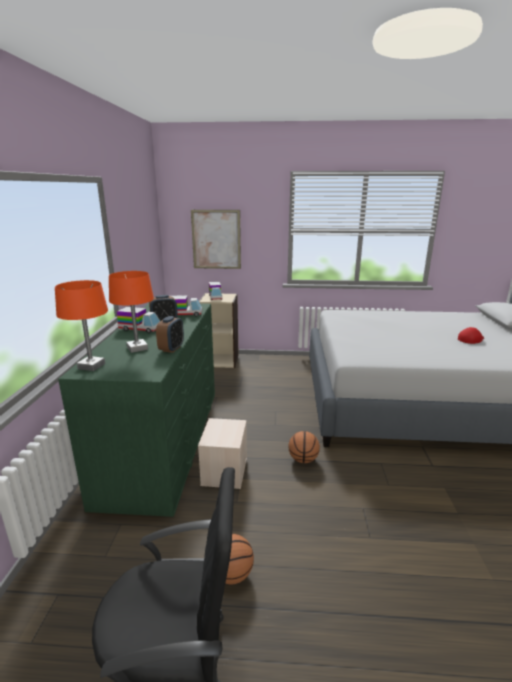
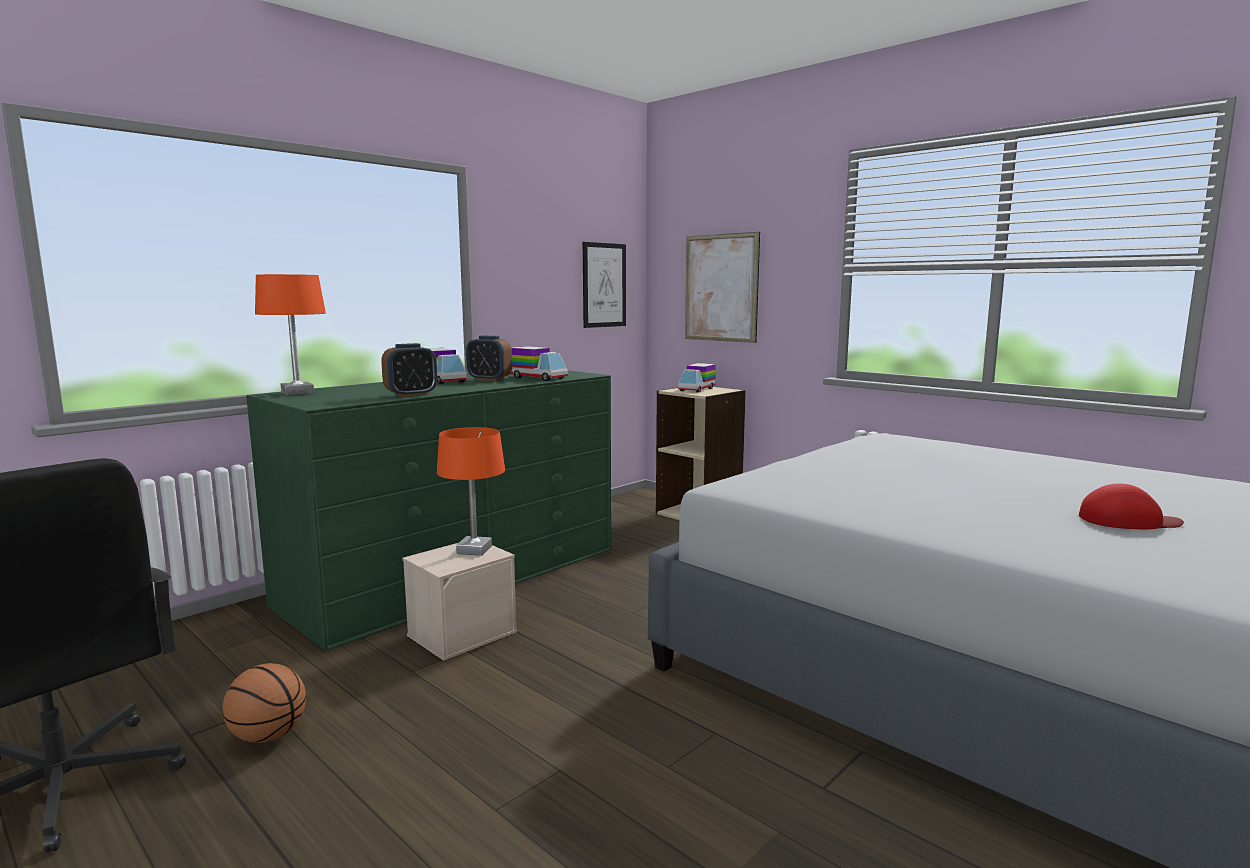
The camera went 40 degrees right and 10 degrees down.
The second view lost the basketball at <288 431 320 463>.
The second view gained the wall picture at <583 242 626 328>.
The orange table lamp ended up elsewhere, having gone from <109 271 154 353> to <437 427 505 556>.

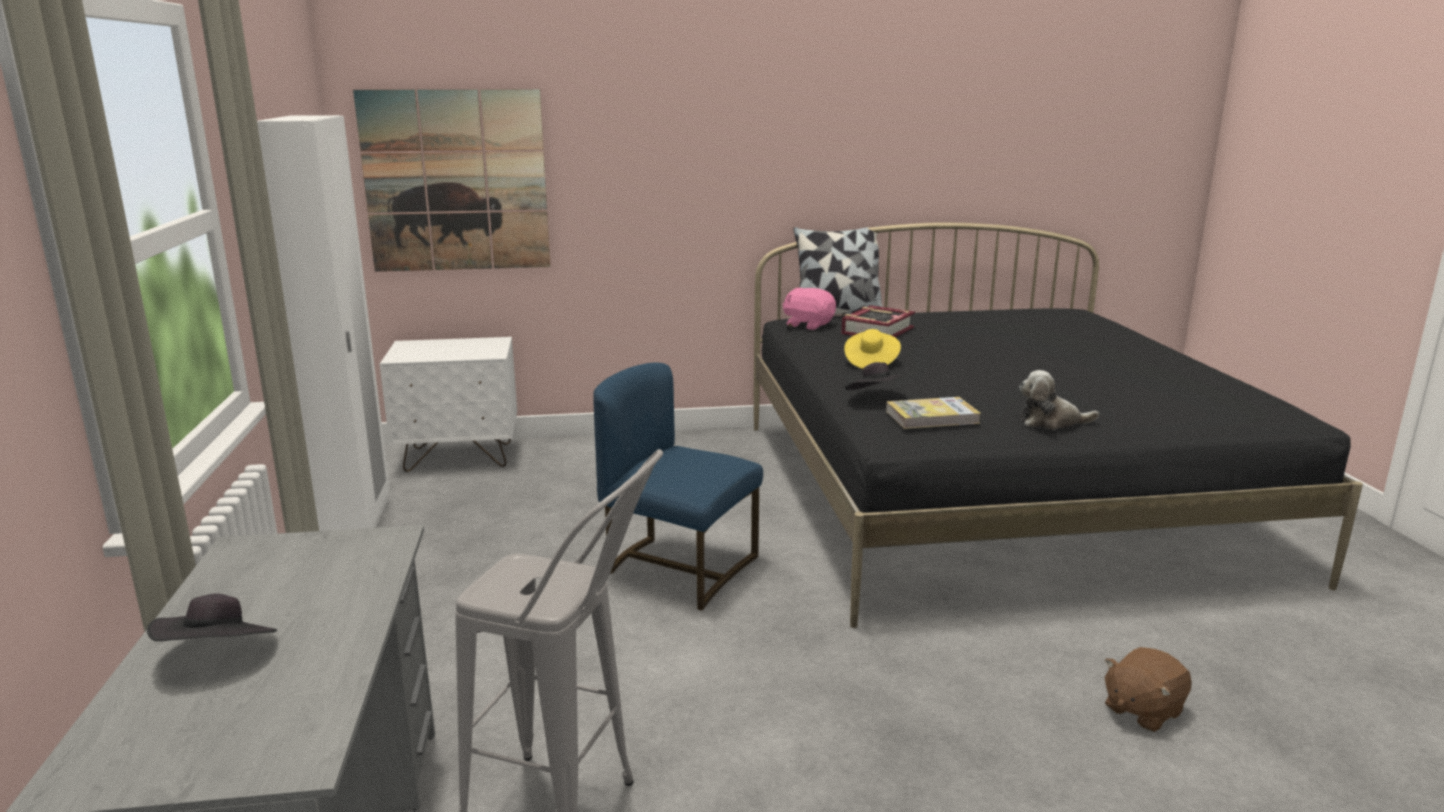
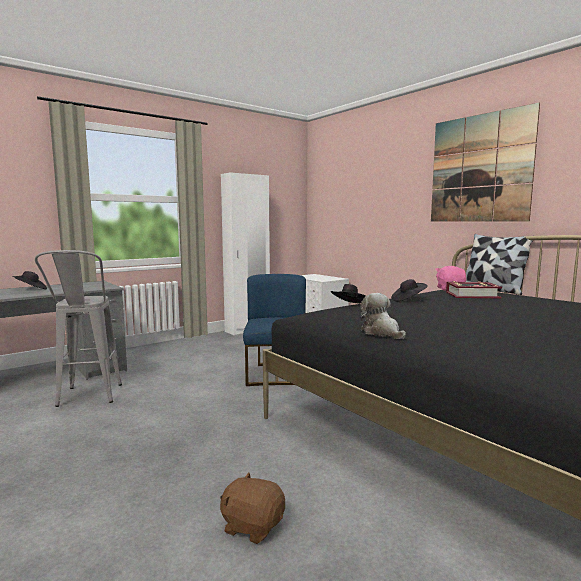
The camera went 60 degrees right and 10 degrees down.
The second view lost the book at <886 397 981 429>.
The wall picture ended up elsewhere, having gone from <353 89 551 272> to <431 102 540 222>.
What was the yellow hat at <844 329 901 369> turned into the blackish hat at <391 279 428 301>.

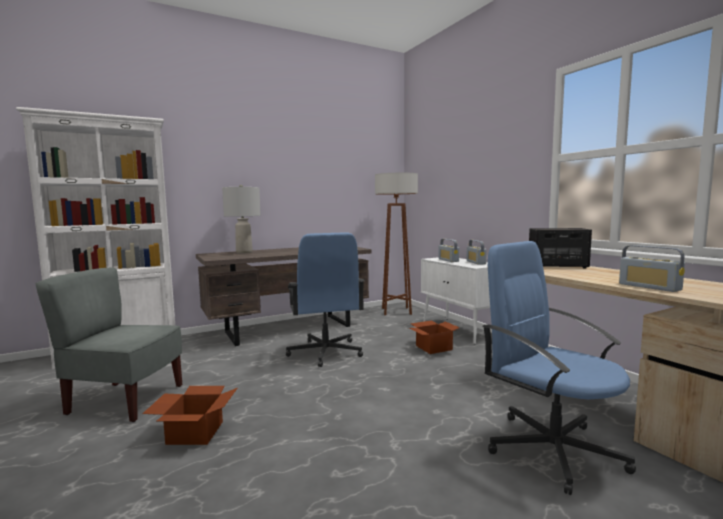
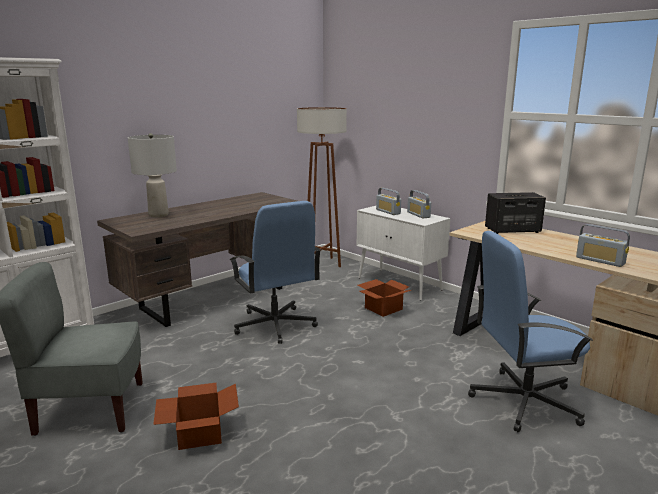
The camera went 15 degrees left and 10 degrees up.
The bluish office chair at <482 241 636 495> ended up facing another way, 45 degrees counterclockwise from before.

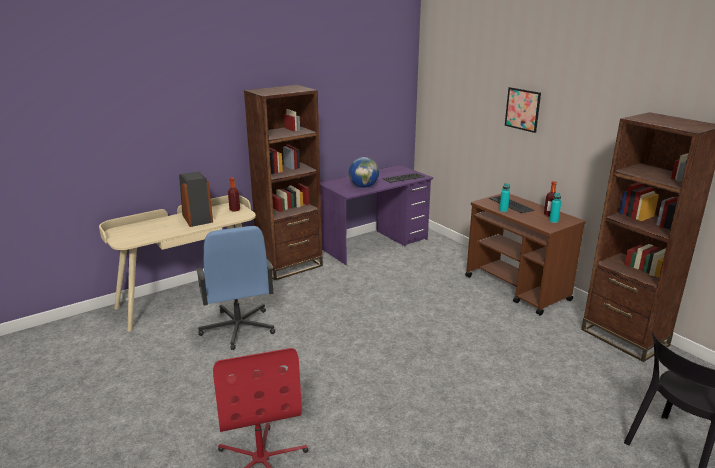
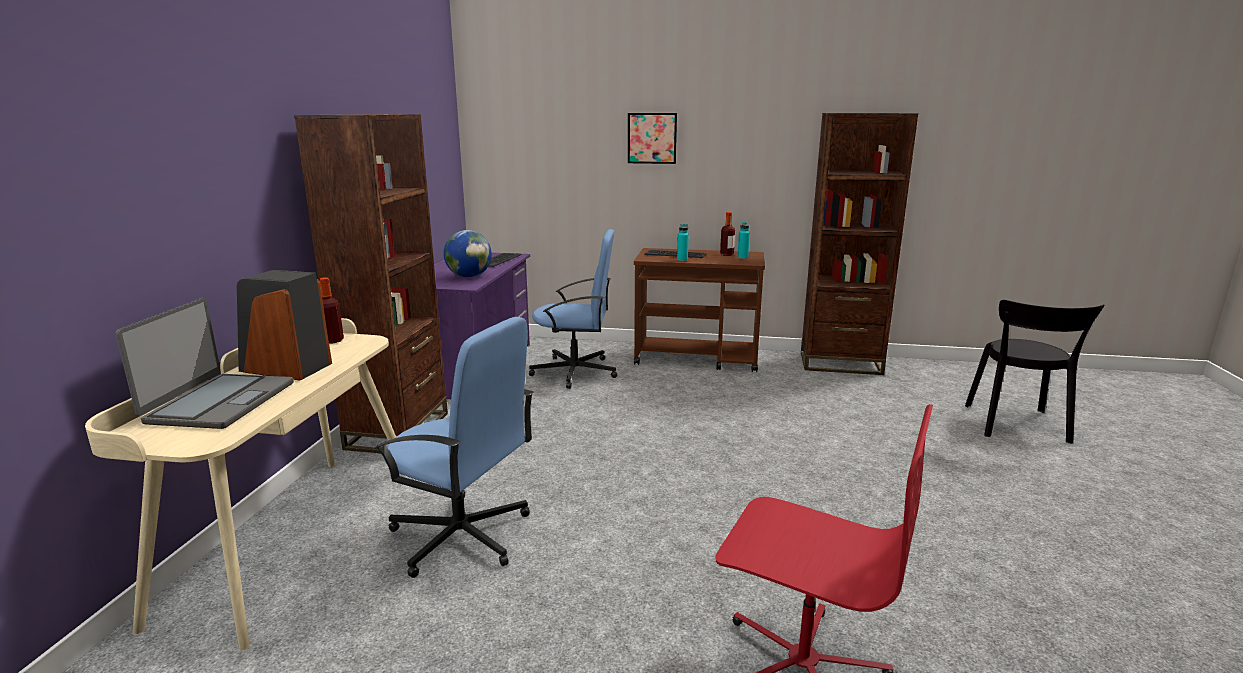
The camera went 45 degrees left and 5 degrees down.
The second view gained the portable computer at <116 298 294 429>.
The second view gained the bluish office chair at <529 229 617 389>.

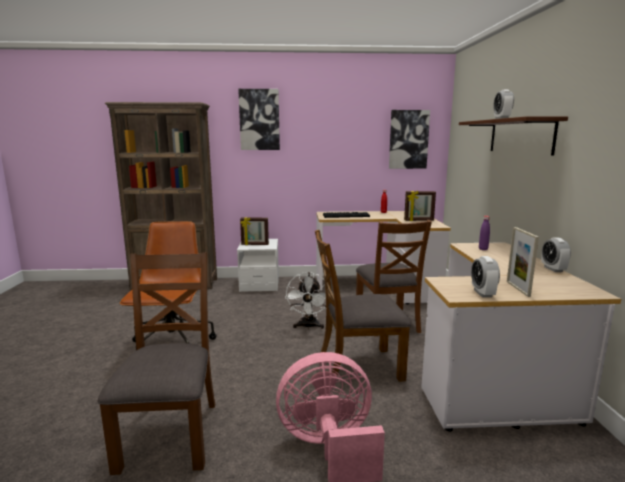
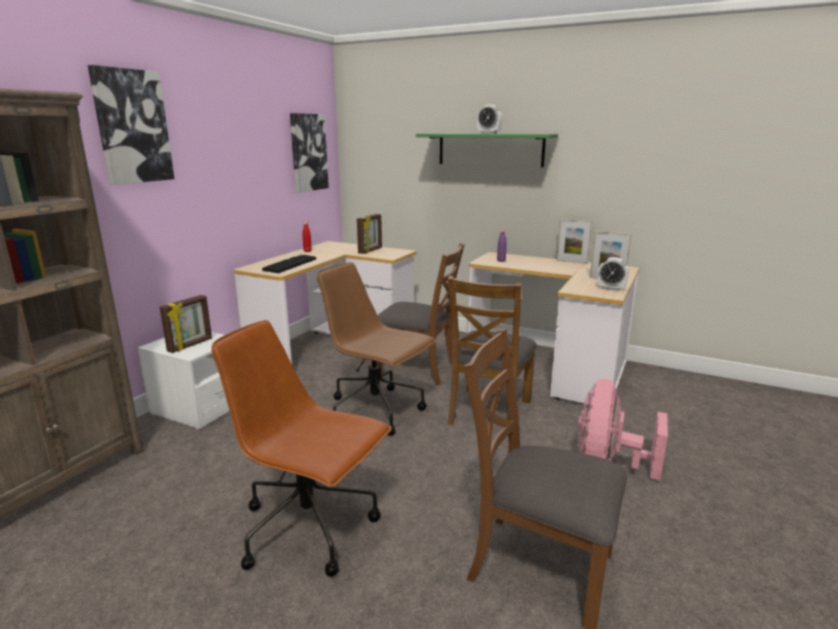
The camera went 60 degrees left and 5 degrees up.
Where the white-coloured fan stood at <285 272 326 329>, the brownish office chair came to stand at <317 262 436 436>.
Where the alarm clock stood at <542 237 571 272>, the picture frame came to stand at <556 219 592 264>.
What was the brownish shelf at <459 116 568 156> turned into the green-coloured shelf at <416 133 558 167>.

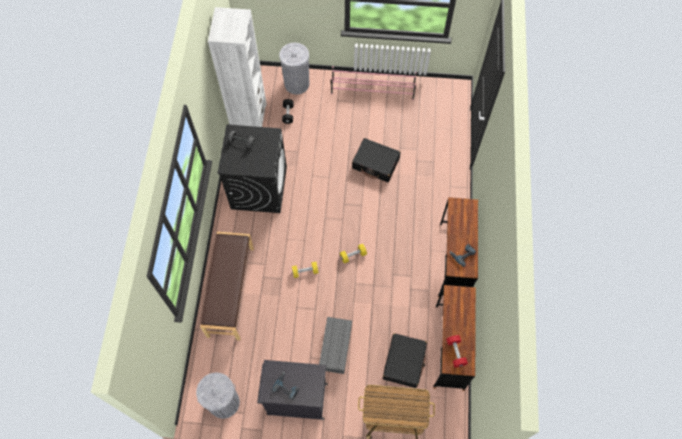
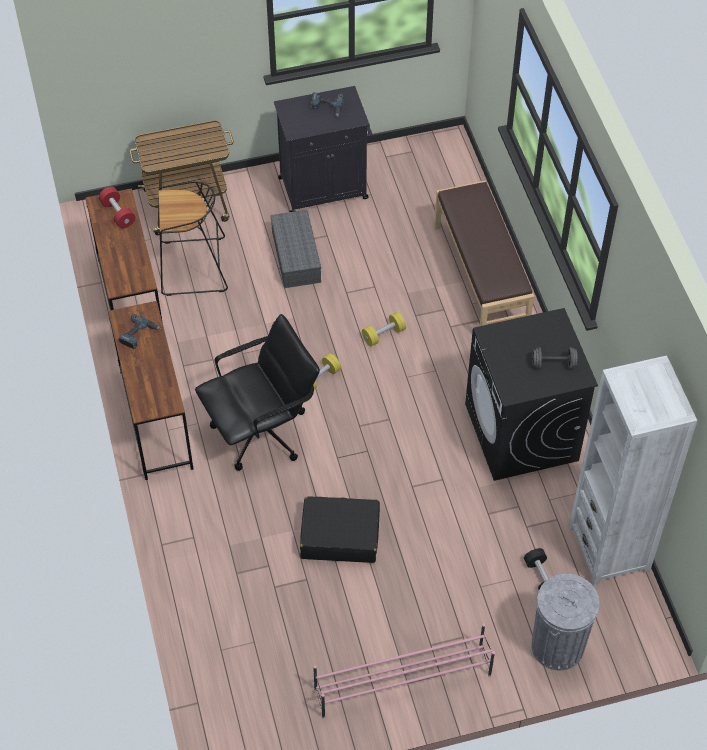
The camera went 160 degrees right and 10 degrees down.
The second view lost the grey trash can at <196 373 240 419>.
The second view gained the blackish office chair at <195 314 320 471>.
Where the blackish travel case stood at <383 333 427 388>, the blackish sitting stool came to stand at <159 181 228 296>.

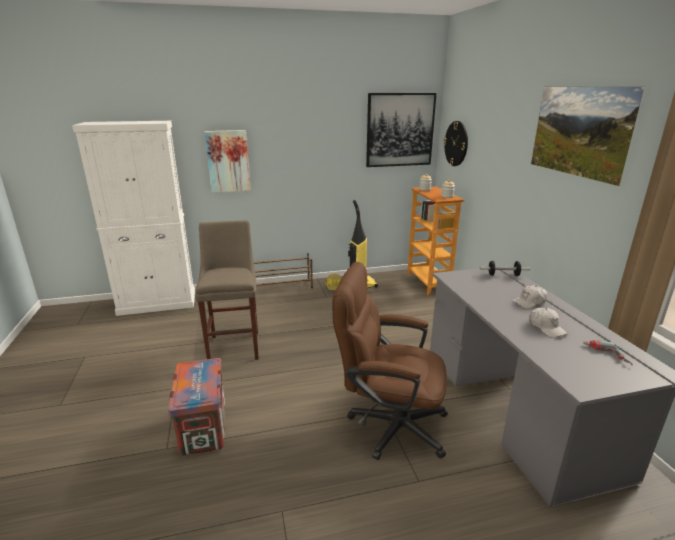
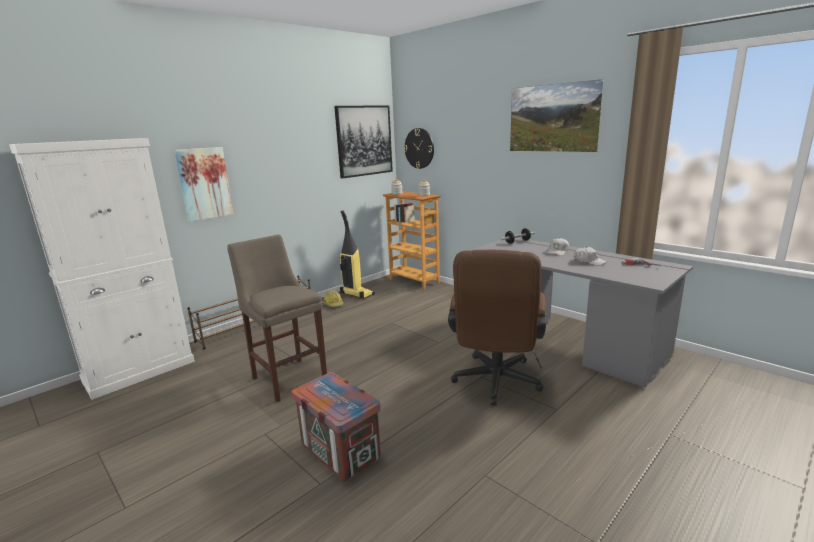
The camera went 30 degrees left and 5 degrees down.
The brownish office chair at <332 262 448 460> ended up facing another way, 60 degrees counterclockwise from before.

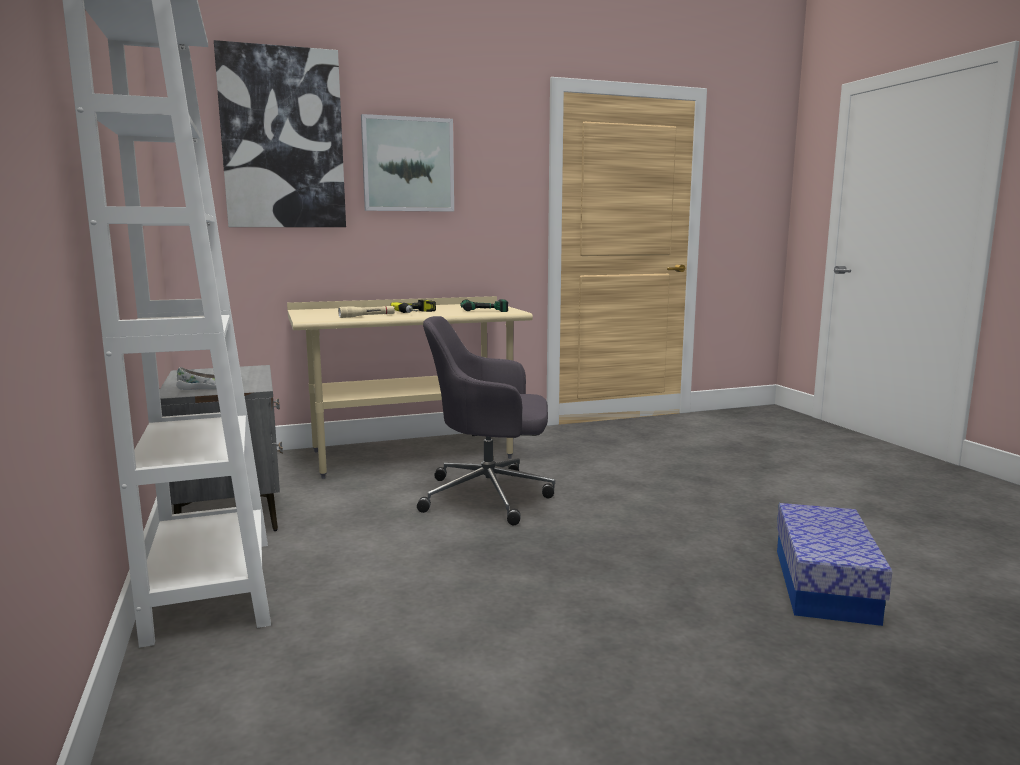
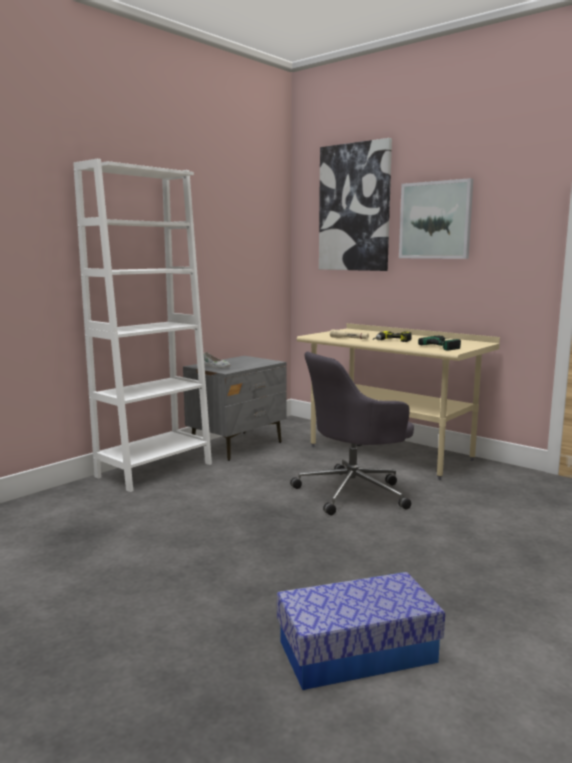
The camera went 60 degrees right and 0 degrees up.
The grey office chair at <417 316 555 526> ended up facing another way, 90 degrees counterclockwise from before.

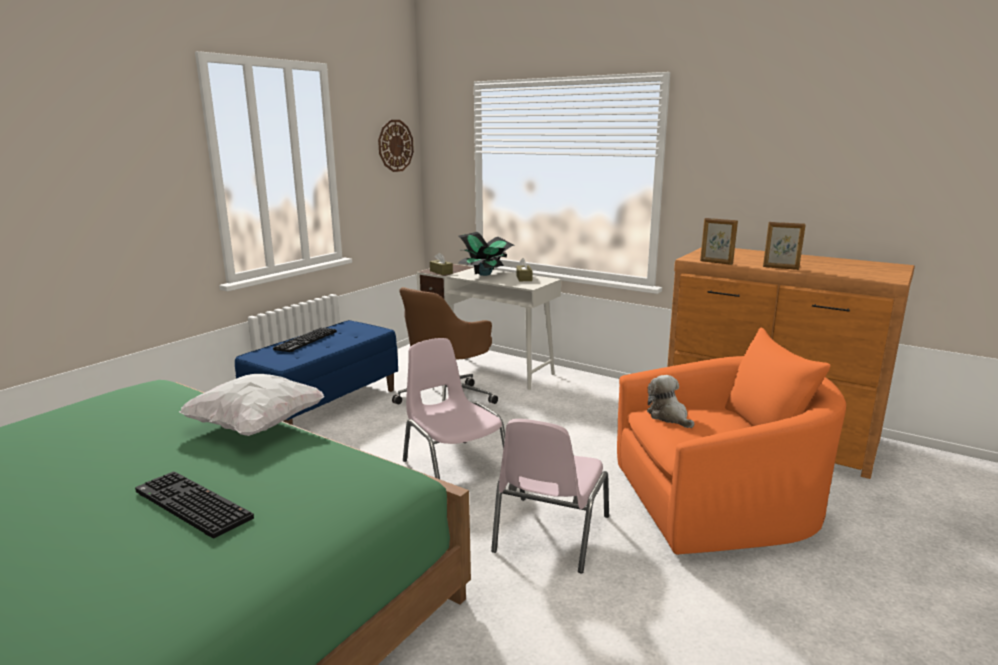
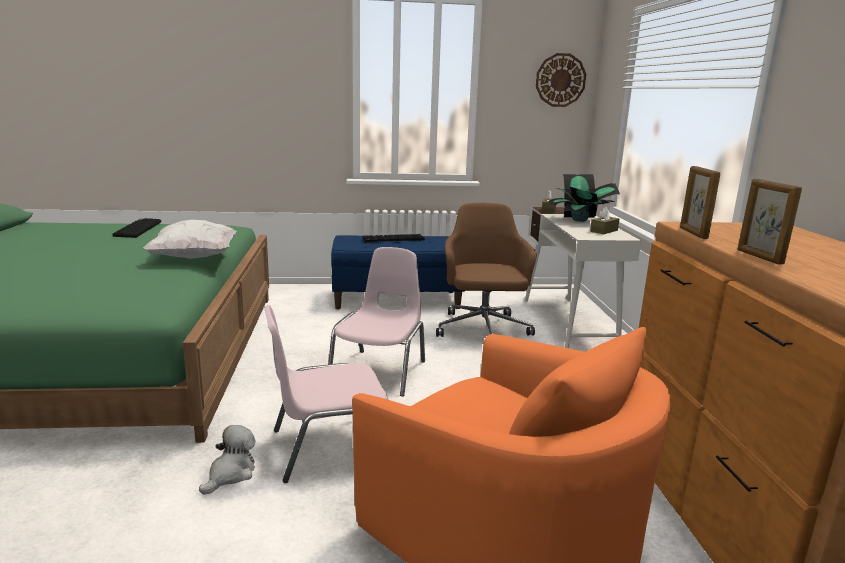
The camera went 50 degrees right and 0 degrees up.
The keyboard ended up elsewhere, having gone from <135 472 254 538> to <113 218 161 238>.
The plush toy ended up elsewhere, having gone from <647 375 694 428> to <199 425 256 495>.
The brownish office chair at <392 287 498 405> ended up facing another way, 90 degrees clockwise from before.

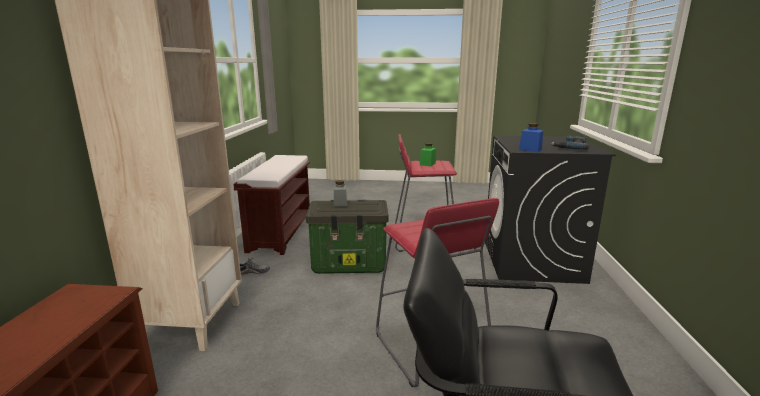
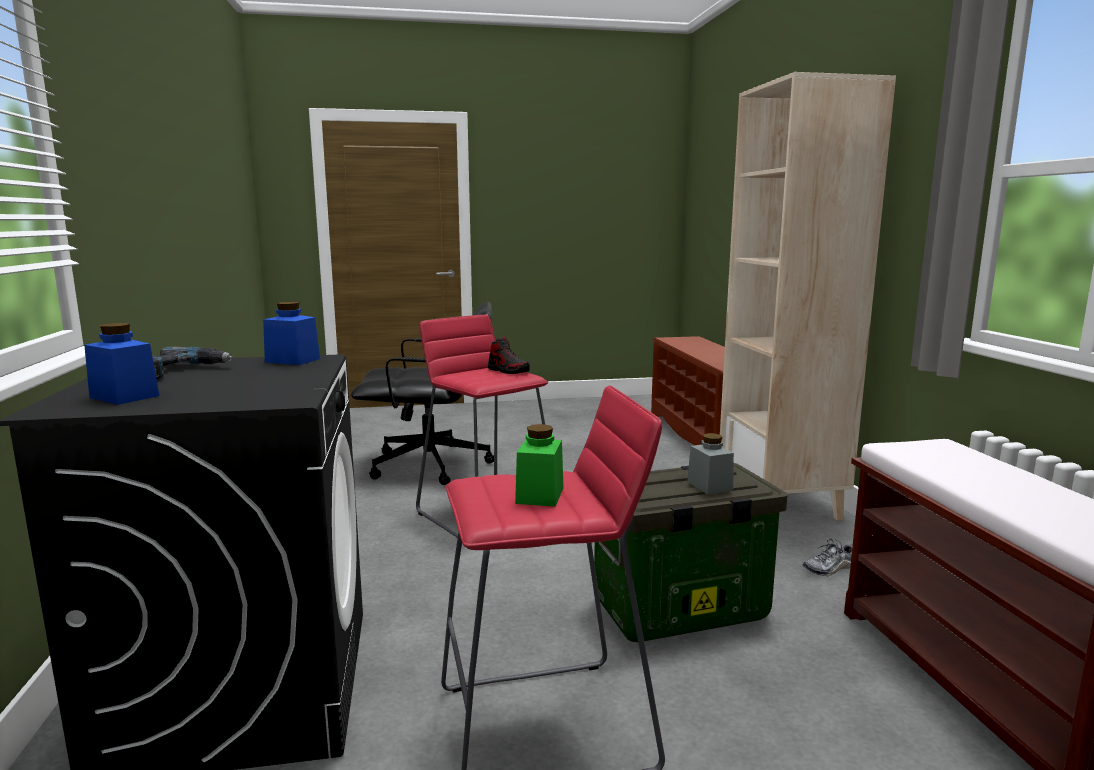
The camera went 165 degrees right and 5 degrees down.
The second view gained the bluish storage jar at <84 323 159 405>.
The second view gained the shoe at <488 337 530 374>.

